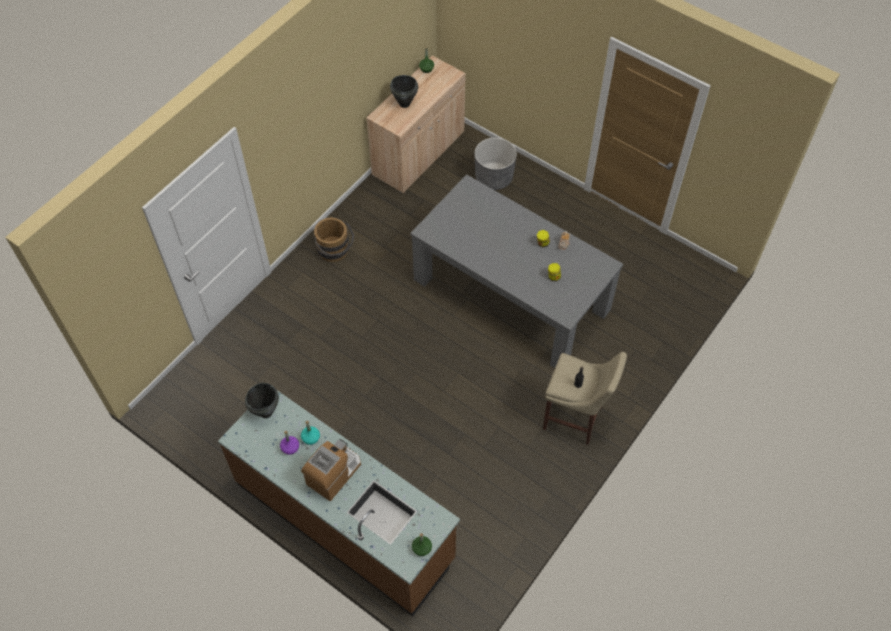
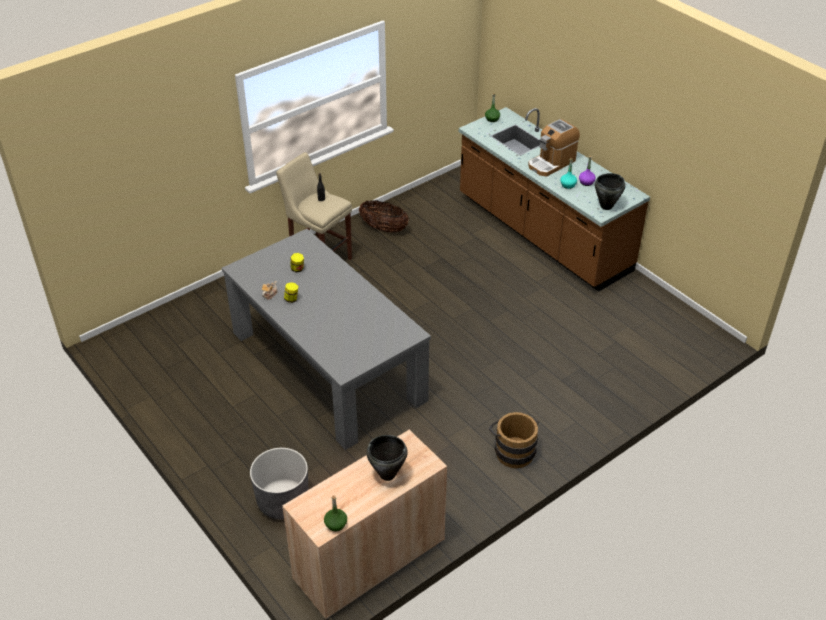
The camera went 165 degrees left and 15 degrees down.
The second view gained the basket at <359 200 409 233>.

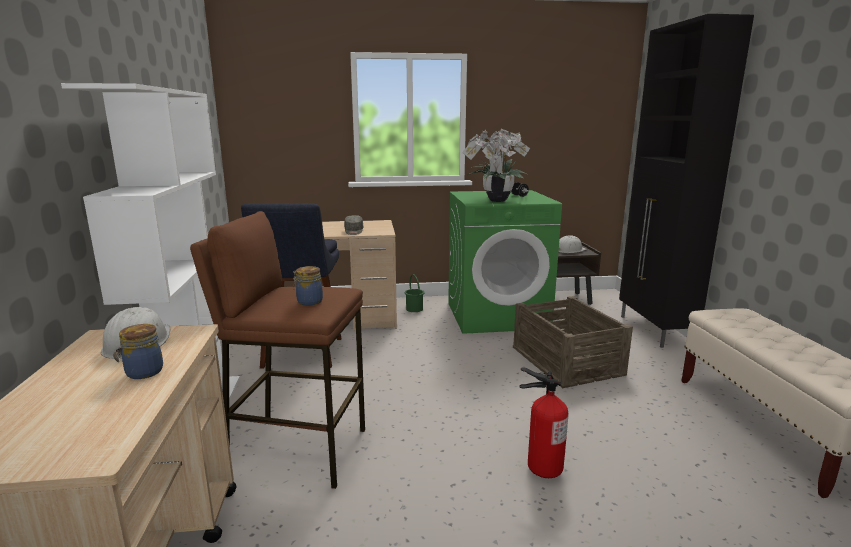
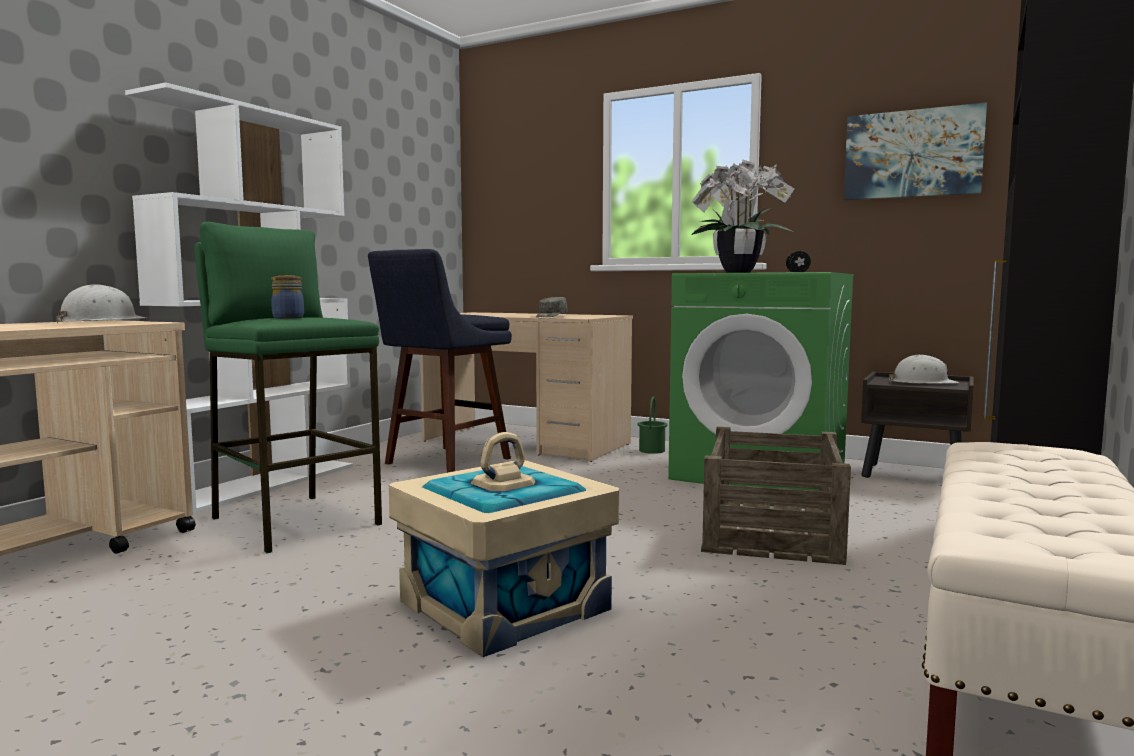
The camera went 35 degrees right and 10 degrees down.
The second view lost the storage jar at <119 324 163 379>.
The second view gained the wall picture at <844 102 987 200>.
Where the fire-fighting cylinder stood at <519 367 569 478>, the beige-coloured storage box came to stand at <389 432 619 657>.
What was the brownish sitting stool at <190 211 365 489> turned into the green-coloured sitting stool at <194 222 382 553>.

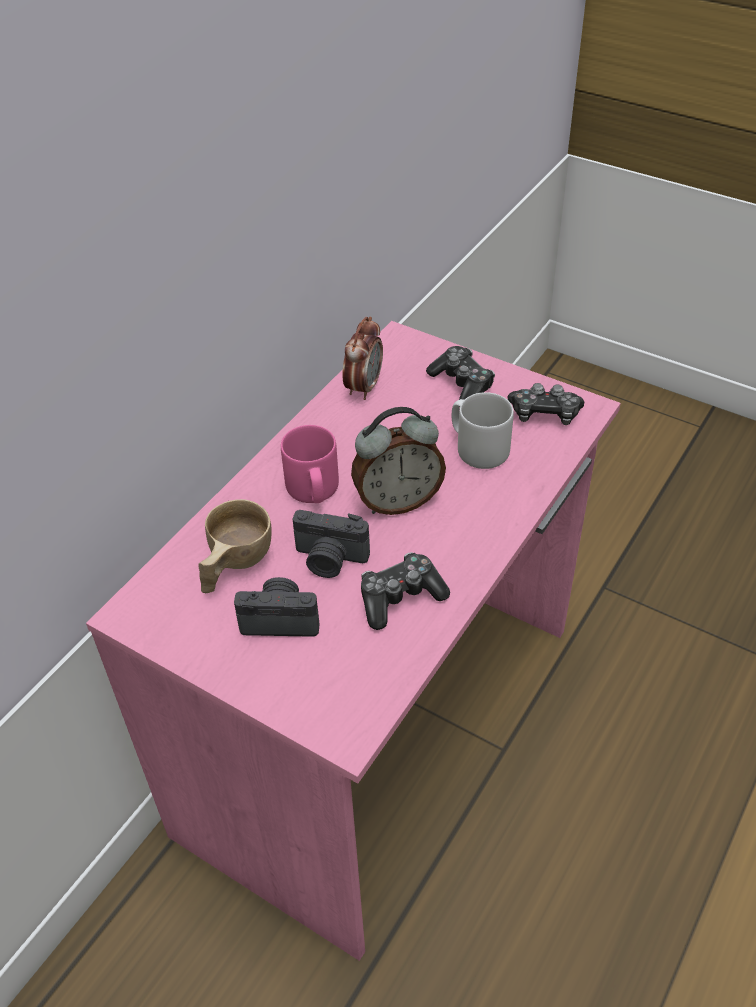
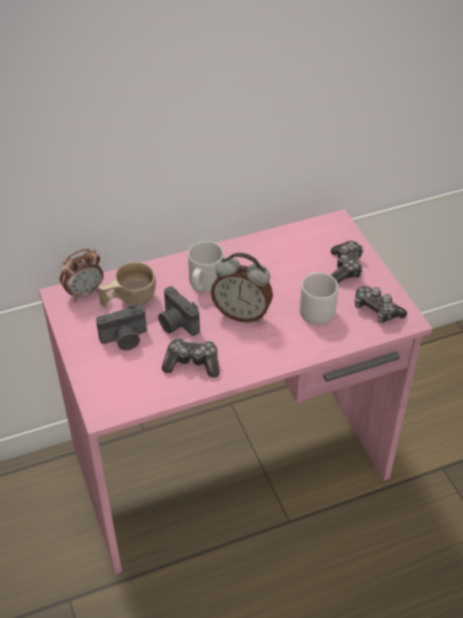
The camera went 35 degrees right and 0 degrees up.
The alarm clock ended up elsewhere, having gone from <342 317 383 400> to <60 249 104 302>.
What was the pinkish mug at <281 425 339 503> turned into the grey mug at <188 241 224 292>.
The still camera at <234 577 319 637> ended up facing another way, 120 degrees clockwise from before.

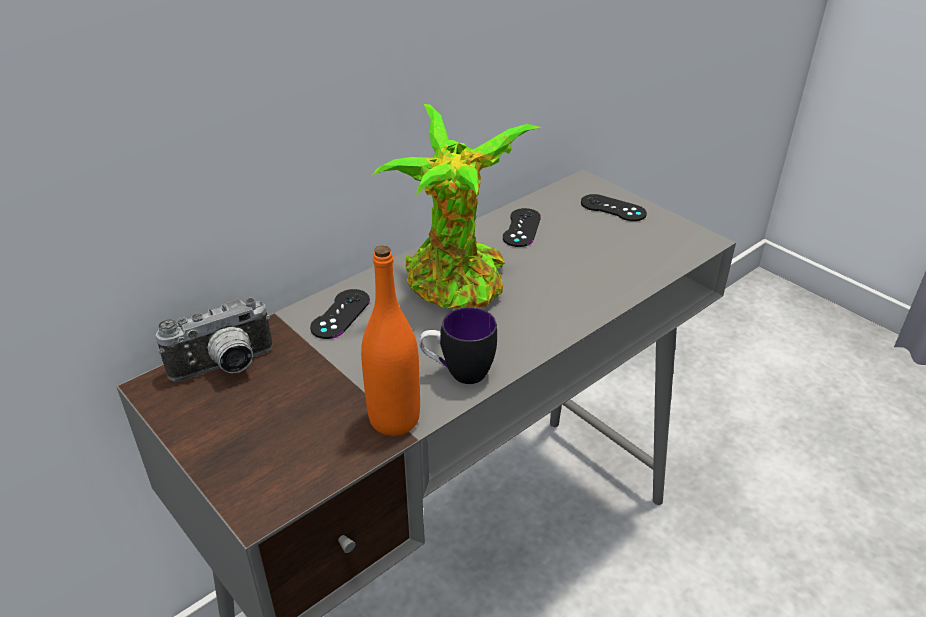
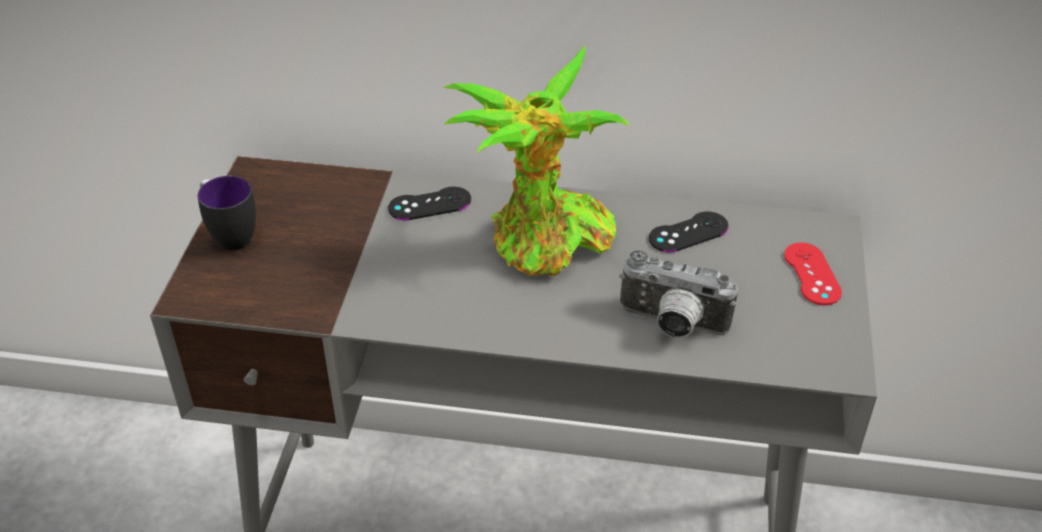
The camera went 50 degrees right and 5 degrees up.
The second view lost the orange beverage bottle at <361 245 420 436>.
The still camera ended up elsewhere, having gone from <156 298 272 381> to <619 250 738 338>.
The mug ended up elsewhere, having gone from <419 307 497 384> to <198 176 256 251>.
What was the blackish game controller at <581 194 647 221> turned into the red game controller at <784 243 842 305>.

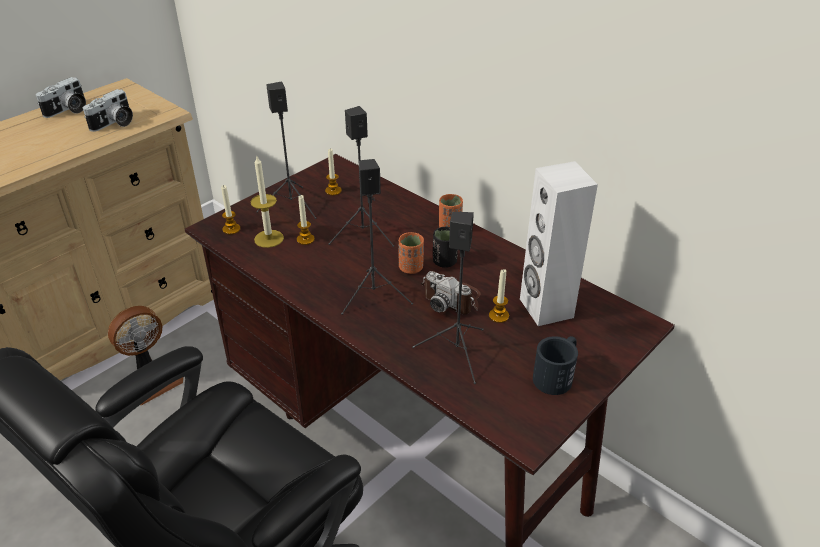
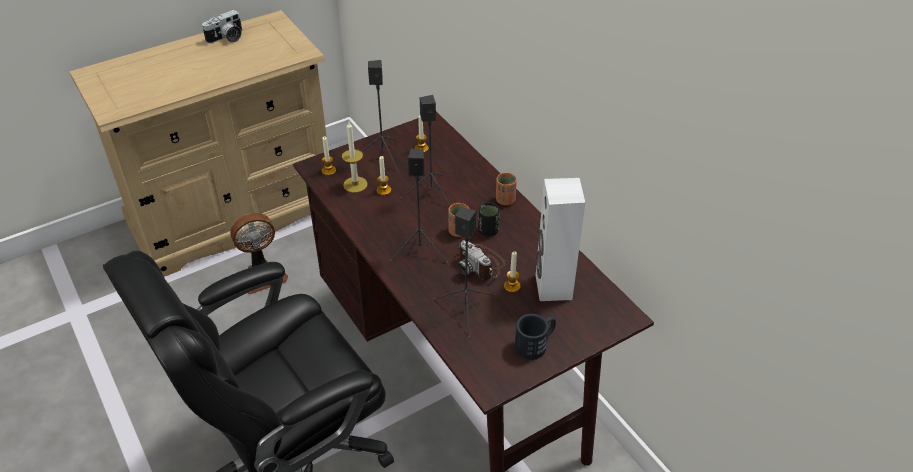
The camera went 15 degrees right and 5 degrees up.
The second view lost the still camera at <83 89 133 132>.

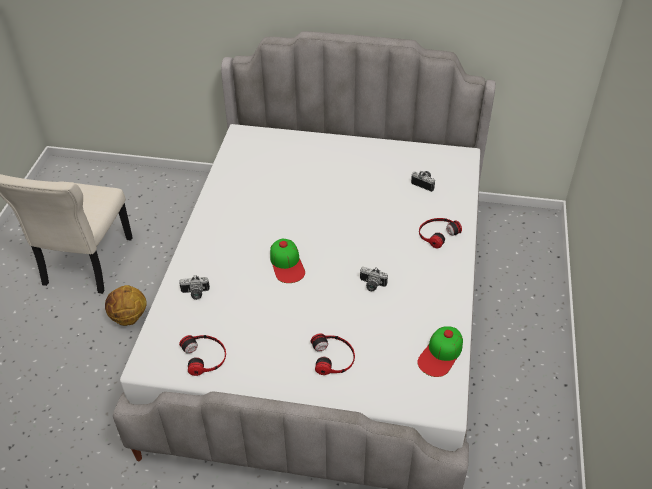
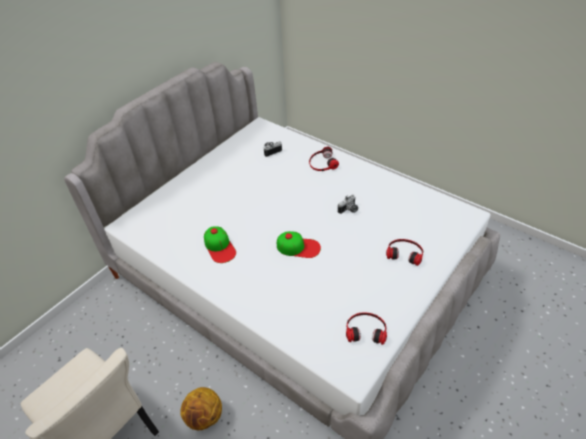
The camera went 60 degrees left and 0 degrees up.
The second view lost the still camera at <179 275 210 300>.
The cap ended up elsewhere, having gone from <417 326 463 377> to <204 226 236 263>.

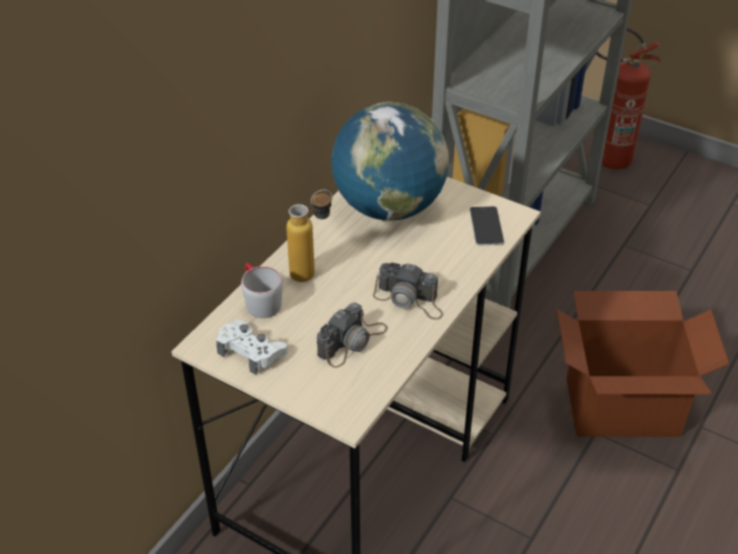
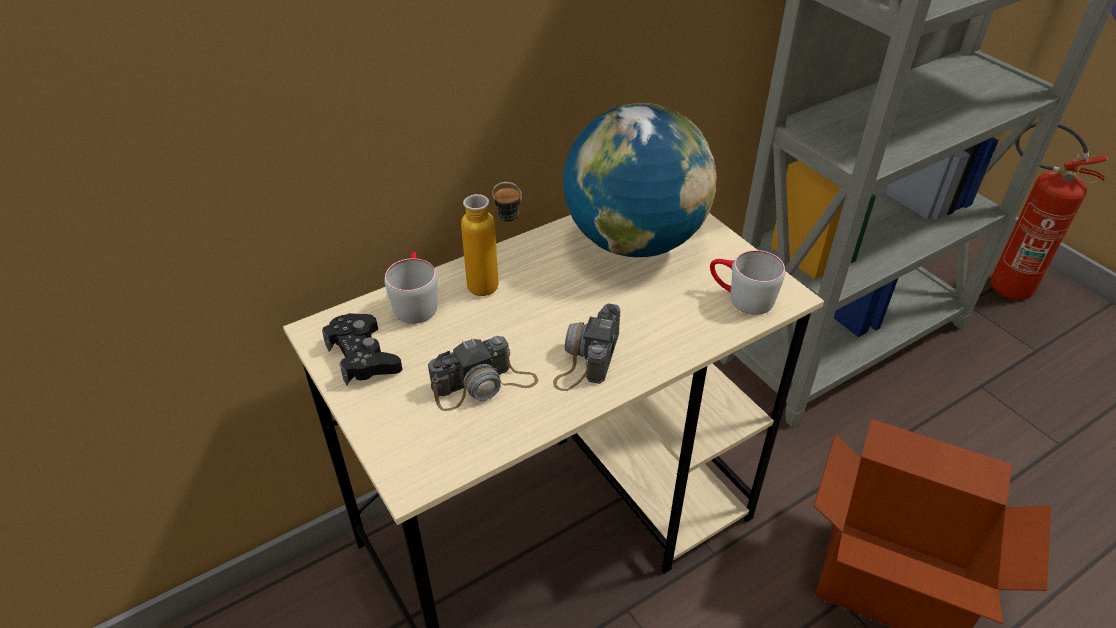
The camera went 25 degrees right and 0 degrees up.
Where the handset stood at <470 206 504 245>, the grey mug came to stand at <710 250 785 315>.
What was the white-coloured game controller at <216 320 288 375> turned into the blackish game controller at <322 313 402 386>.
The still camera at <373 263 443 319> ended up facing another way, 60 degrees clockwise from before.

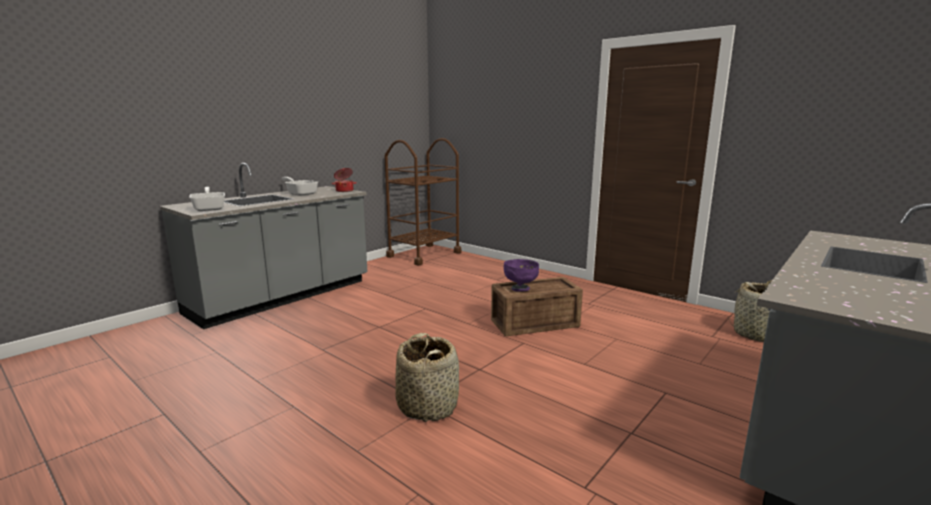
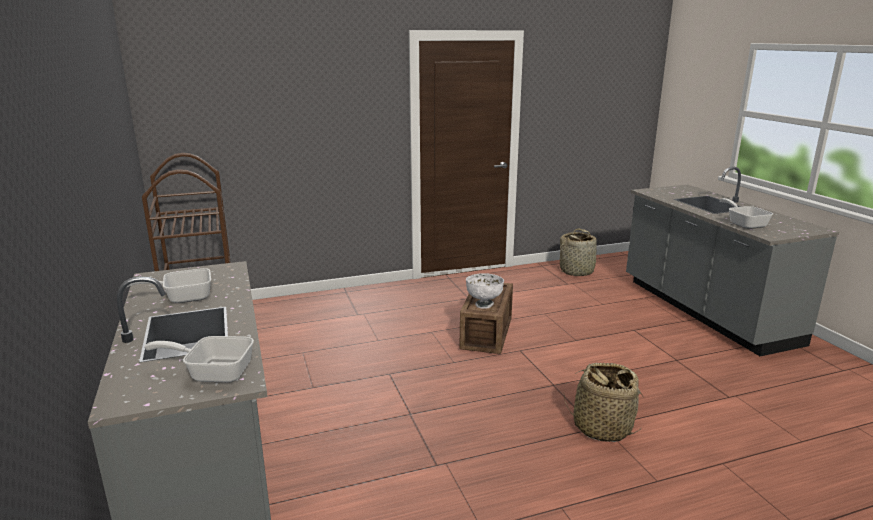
The camera went 60 degrees left and 5 degrees up.
The second view lost the stockpot at <331 168 357 192>.
The second view gained the frying pan at <719 198 773 229>.
What was the purple-coloured bowl at <504 259 539 291> turned into the white-coloured bowl at <466 273 504 309>.

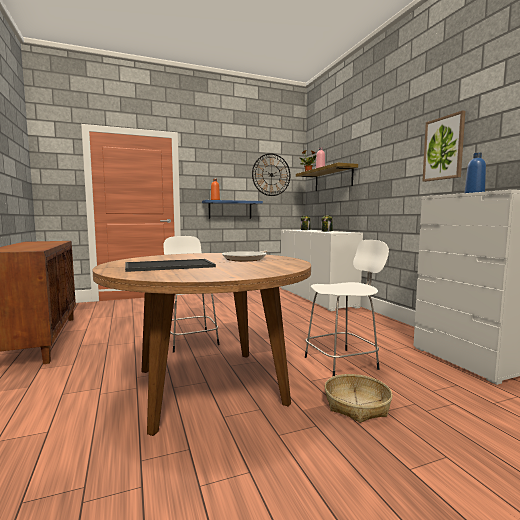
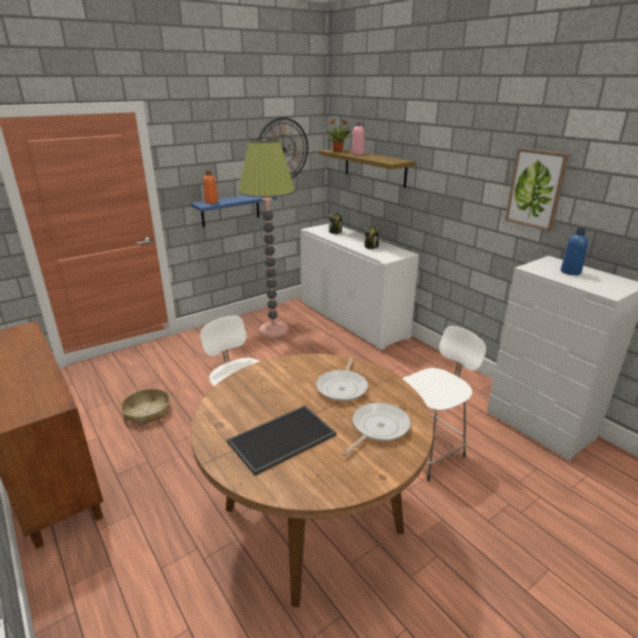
The camera went 15 degrees left and 20 degrees up.
The second view gained the standard lamp at <238 139 295 338>.
The second view gained the frying pan at <343 402 411 456>.
The basket ended up elsewhere, having gone from <325 374 393 423> to <121 388 170 426>.

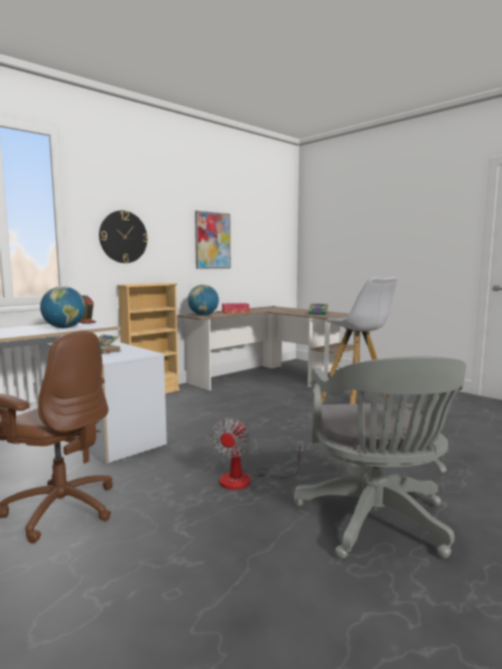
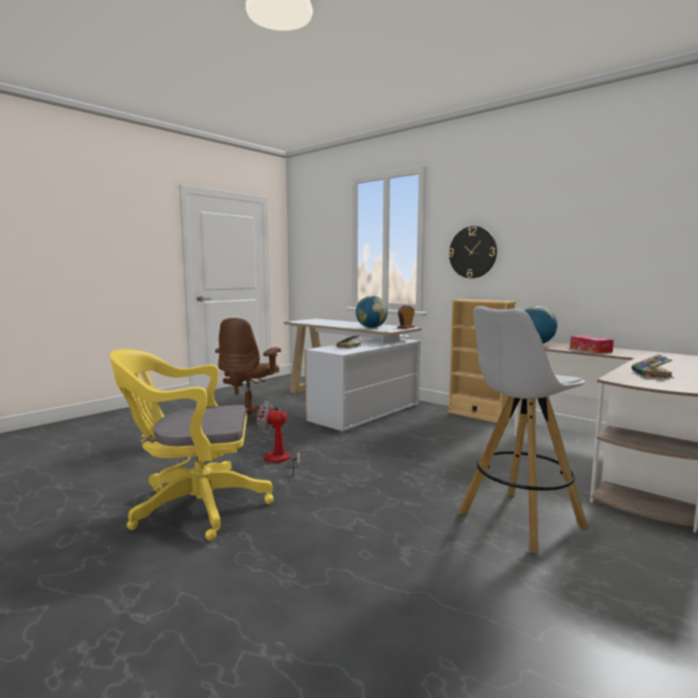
The camera went 85 degrees right and 0 degrees up.
The second view lost the wall picture at <195 211 231 269>.
What was the grey office chair at <294 356 466 559> turned into the yellow office chair at <110 349 274 541>.

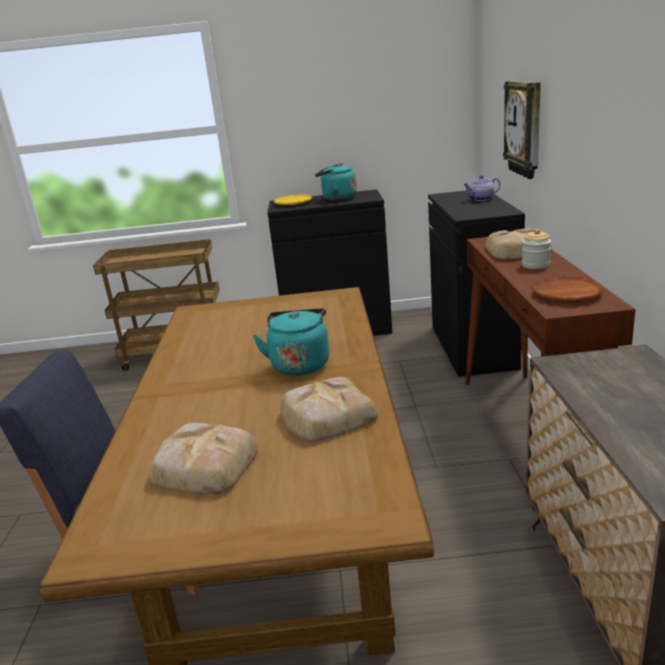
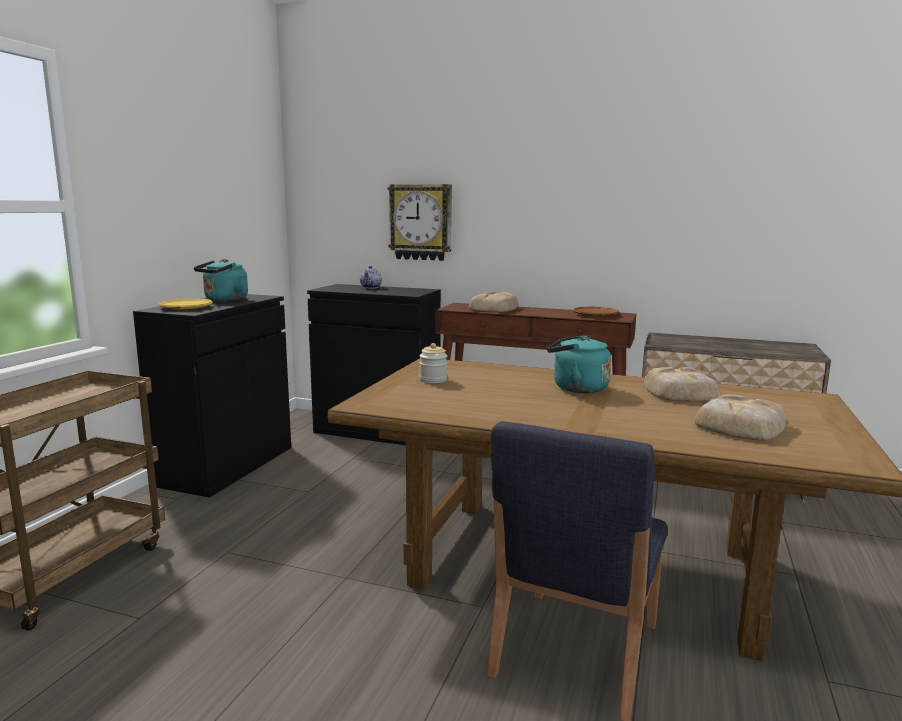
The camera went 70 degrees left and 10 degrees down.
The storage jar ended up elsewhere, having gone from <522 229 551 269> to <419 343 447 383>.

